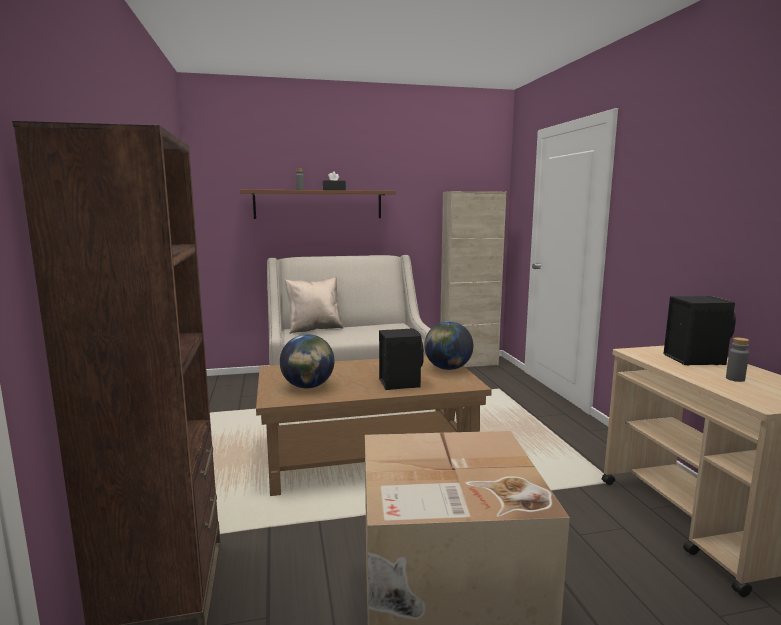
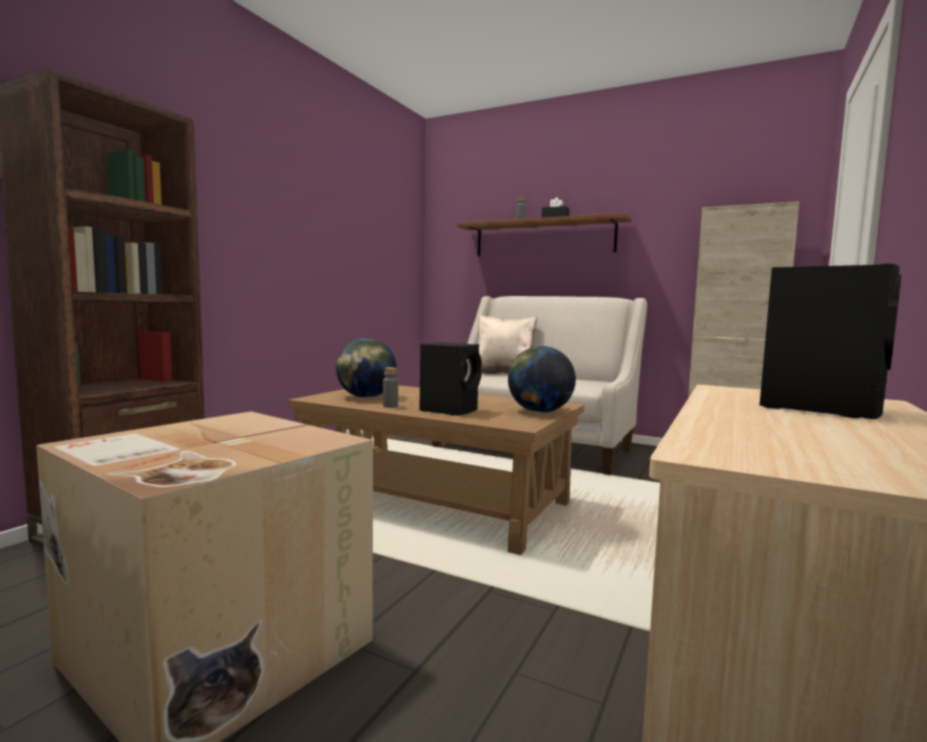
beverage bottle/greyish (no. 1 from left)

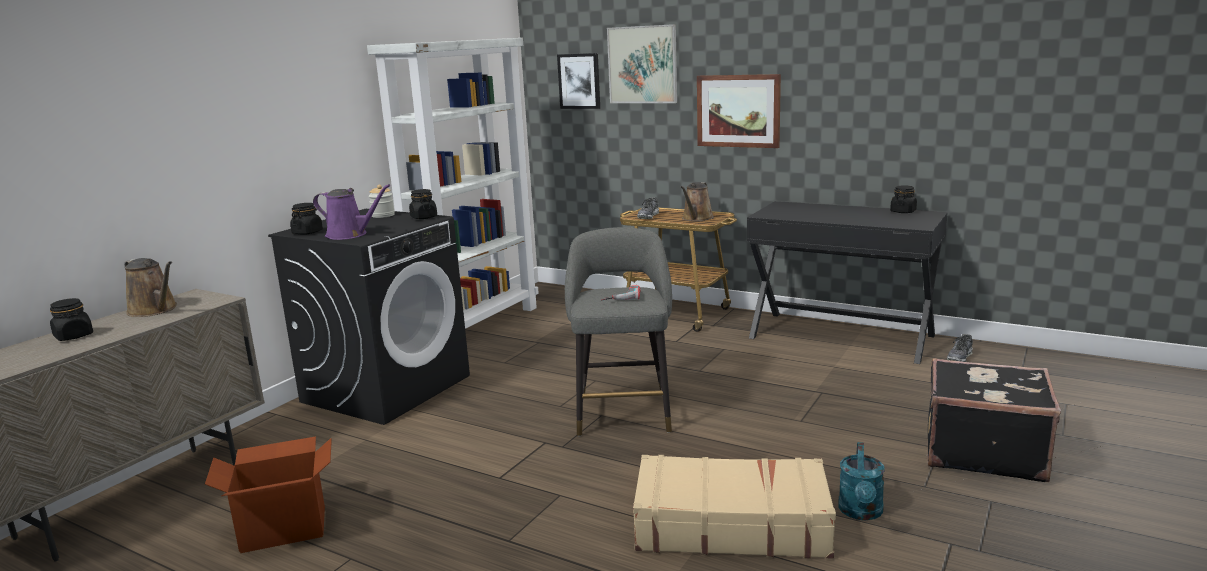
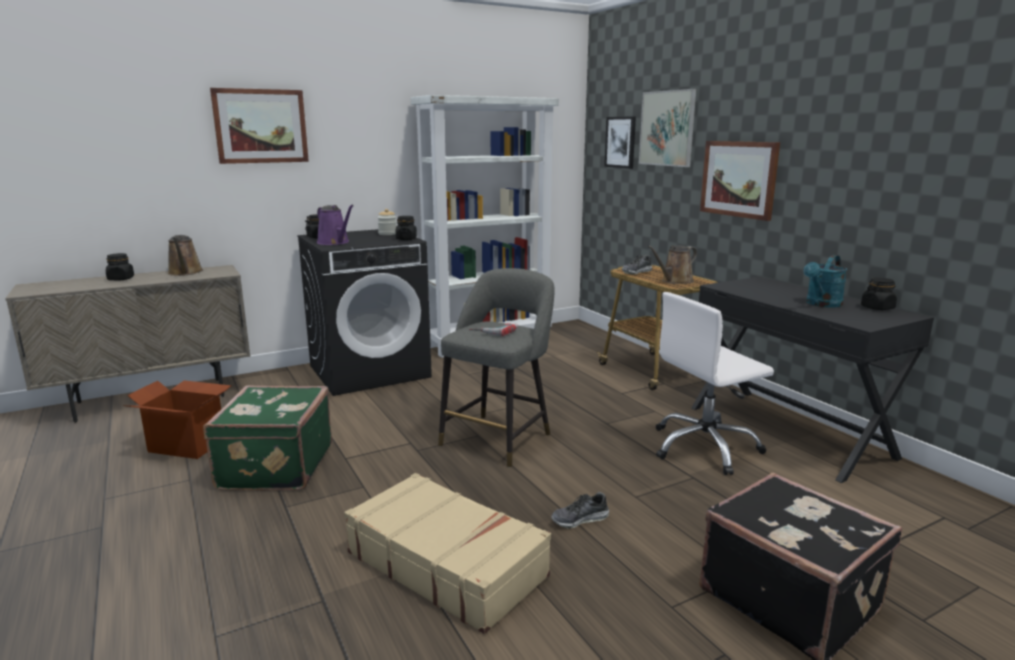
watering pot/turquoise-coloured; item of footwear (no. 1 from left); piece of luggage/greenish; wall picture (no. 1 from left); computer chair/white

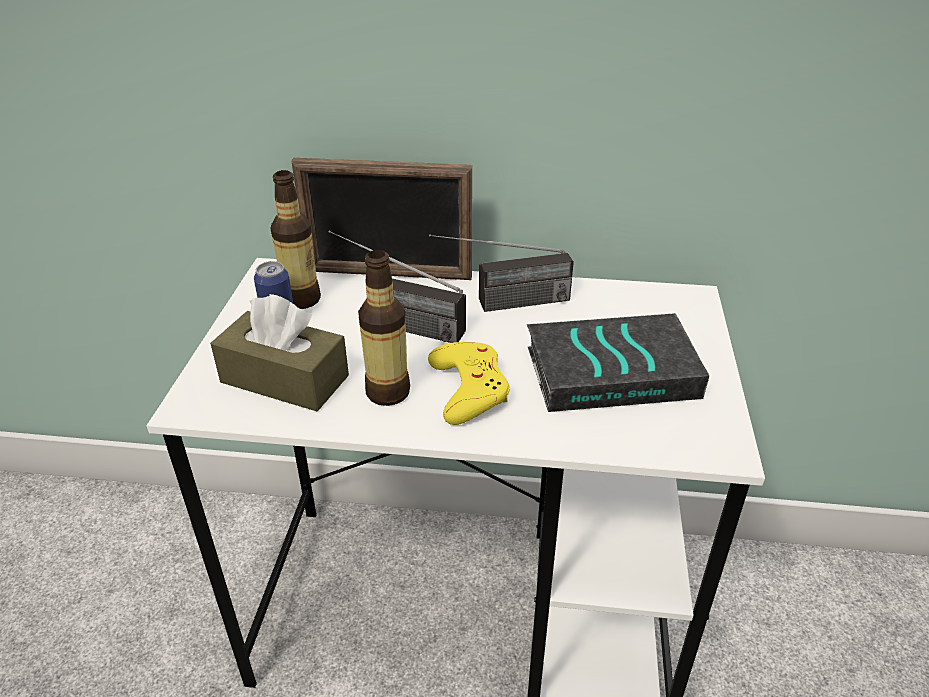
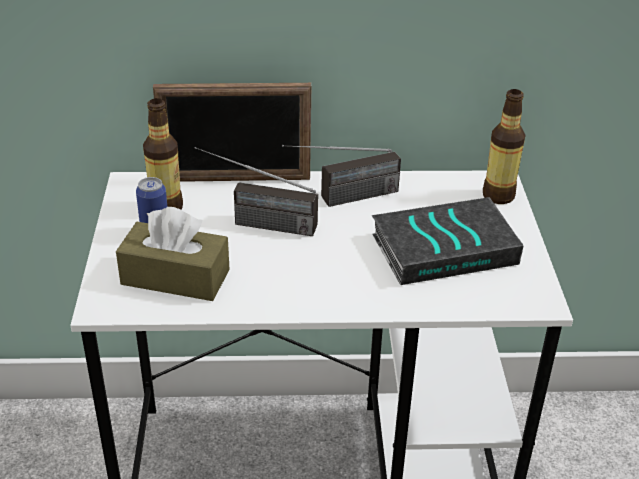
beverage bottle (no. 2 from left); game controller/yellow

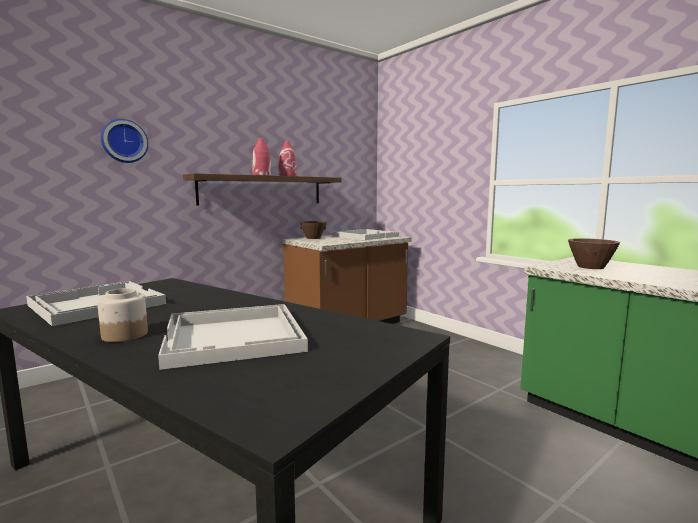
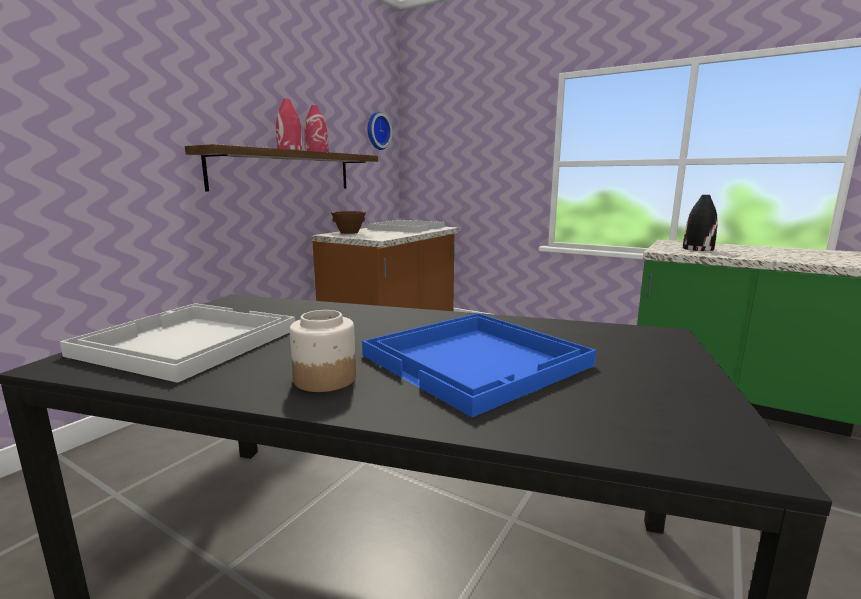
clock on the wall; serving tray/bluish; decorative vase/black

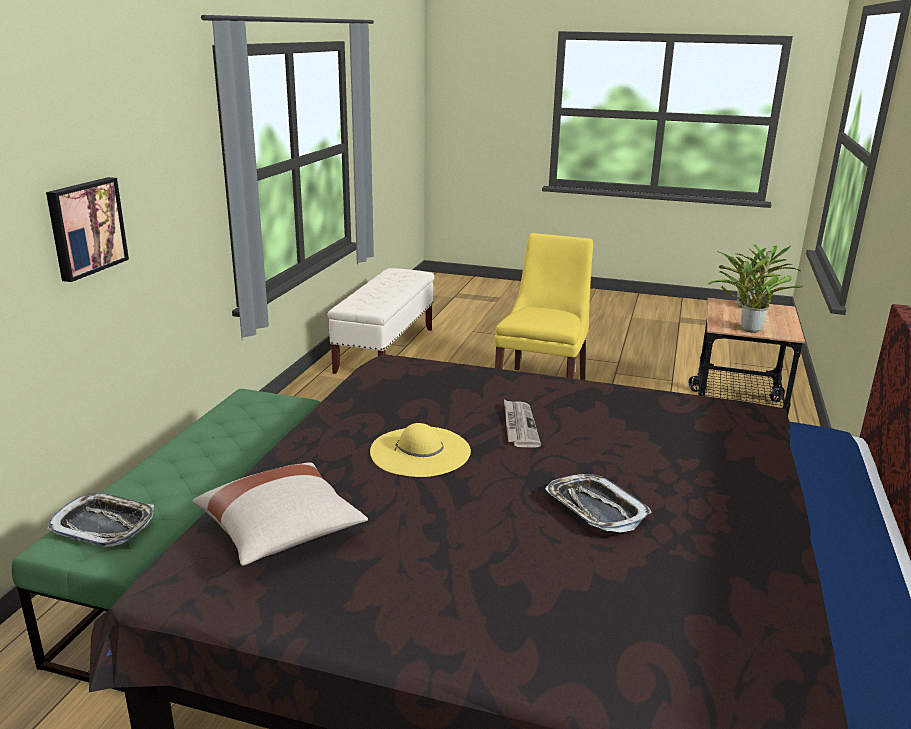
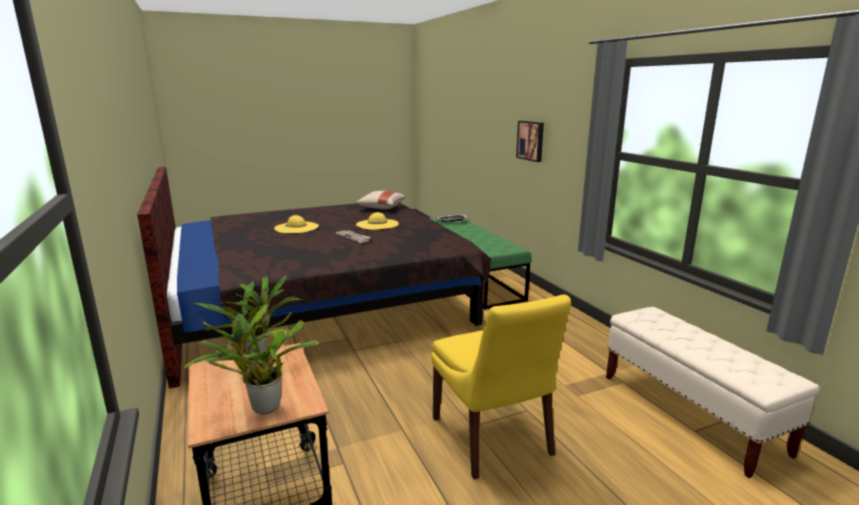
hat/yellow (no. 1 from left)

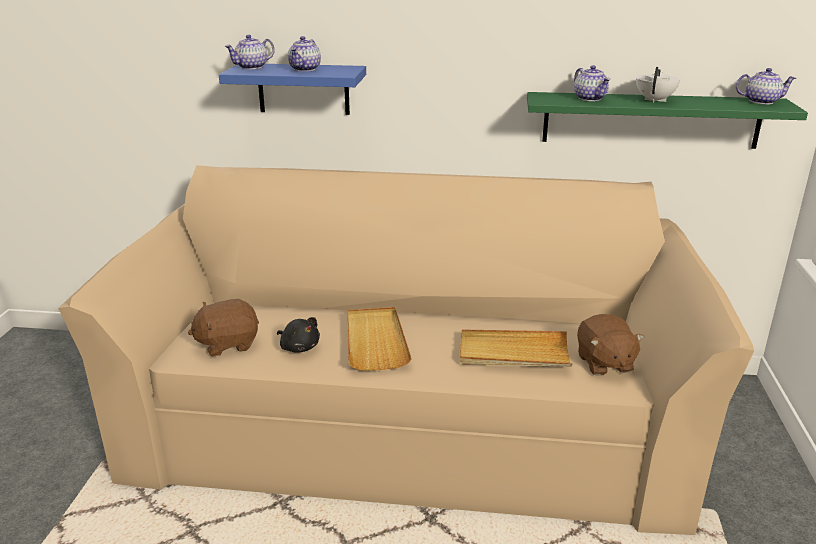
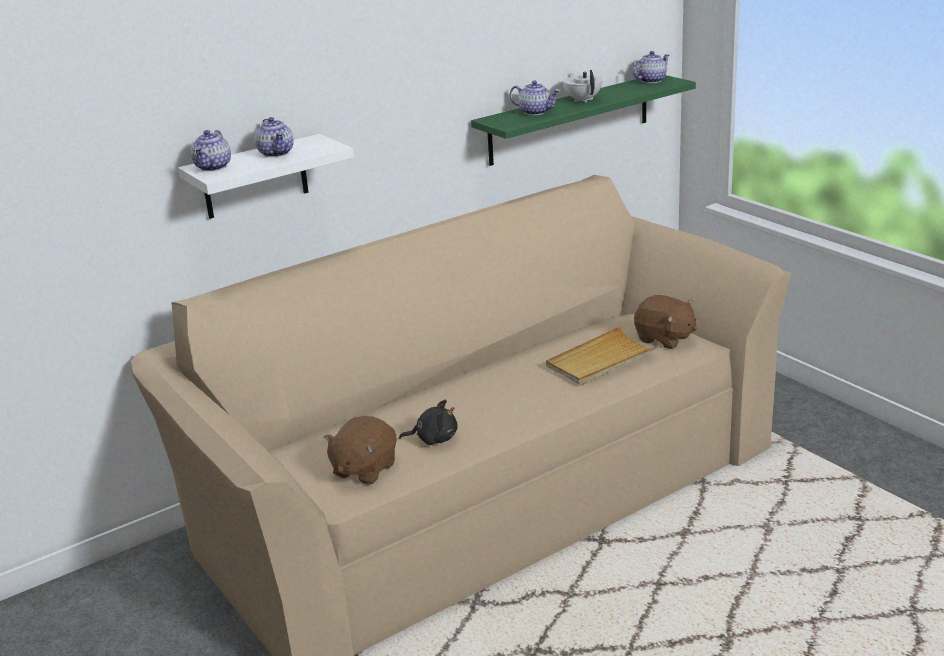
bracket shelf/white; serving tray/sand-coloured (no. 1 from left in the first image)

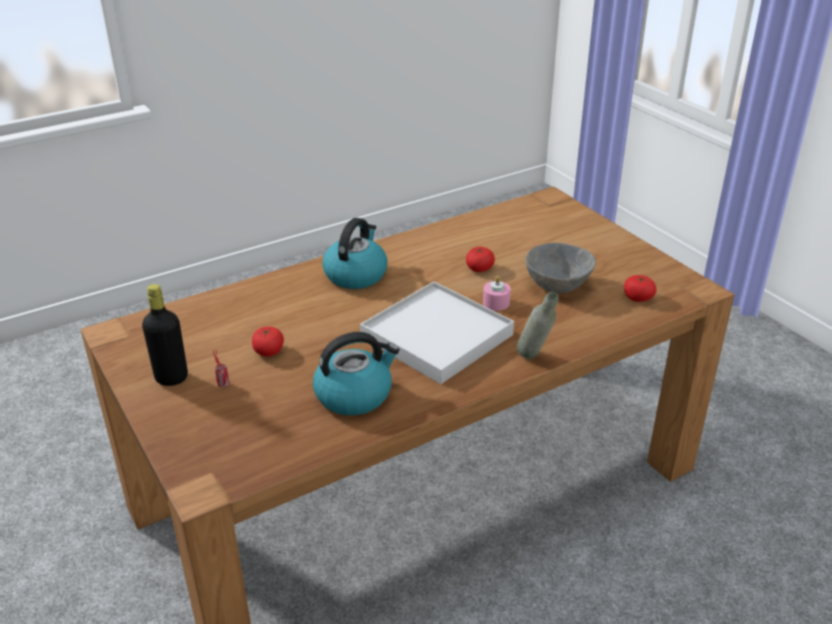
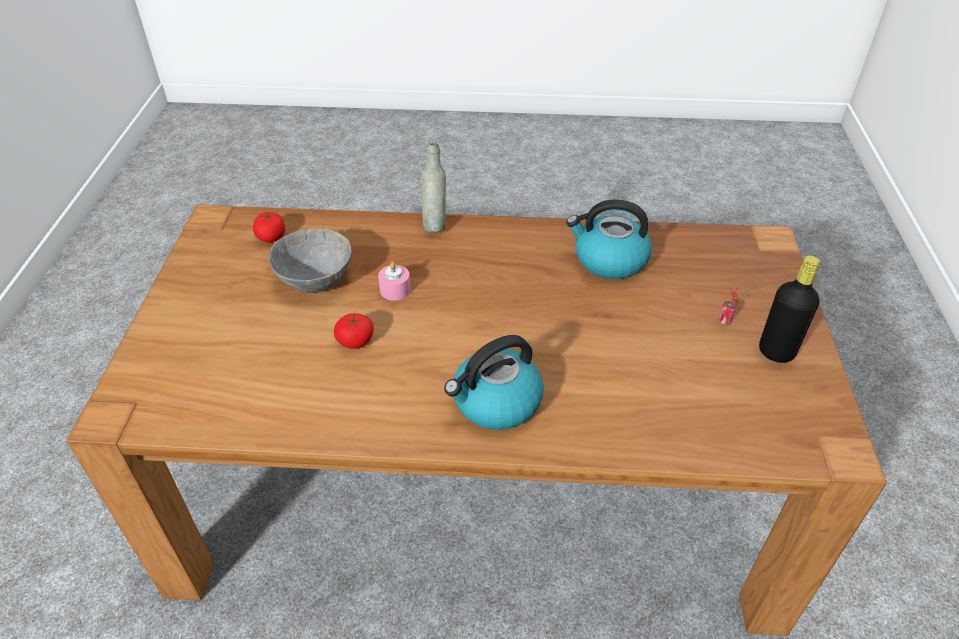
tomato (no. 1 from left in the first image); serving tray/white

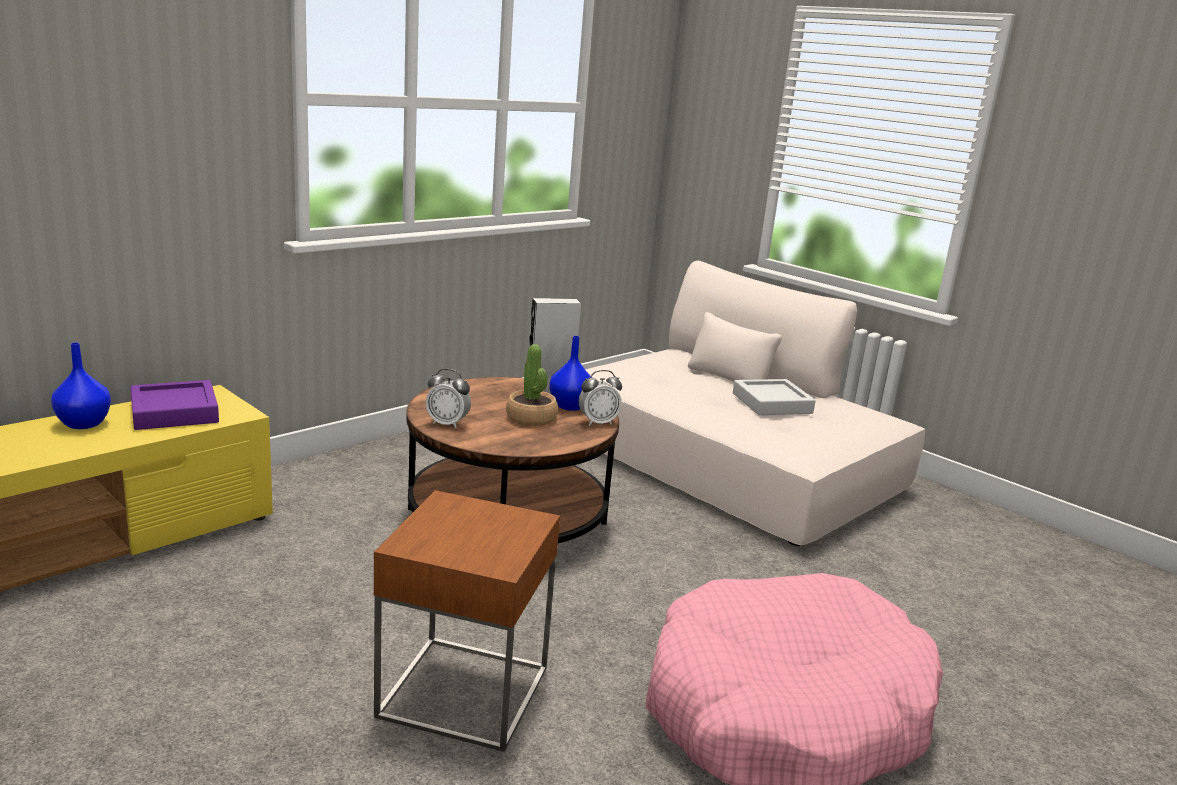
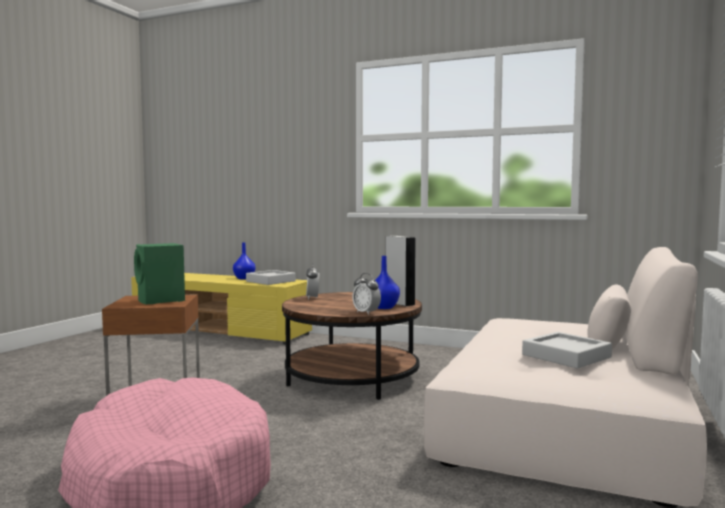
serving tray/greyish (no. 1 from left); houseplant; loudspeaker/greenish

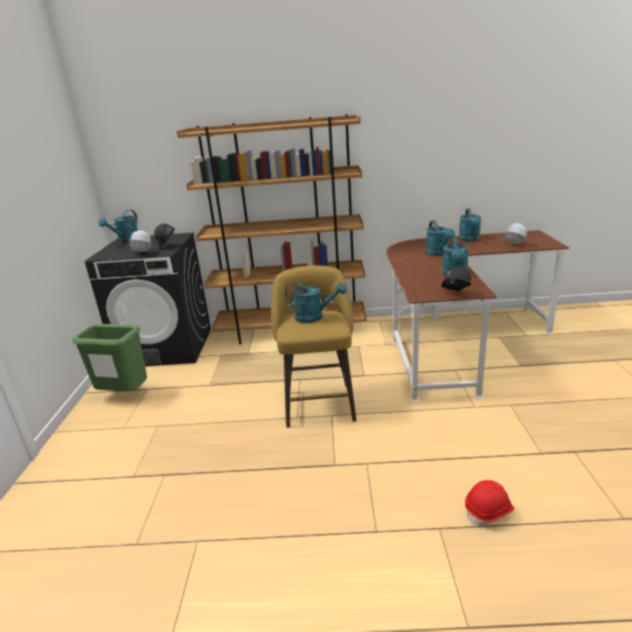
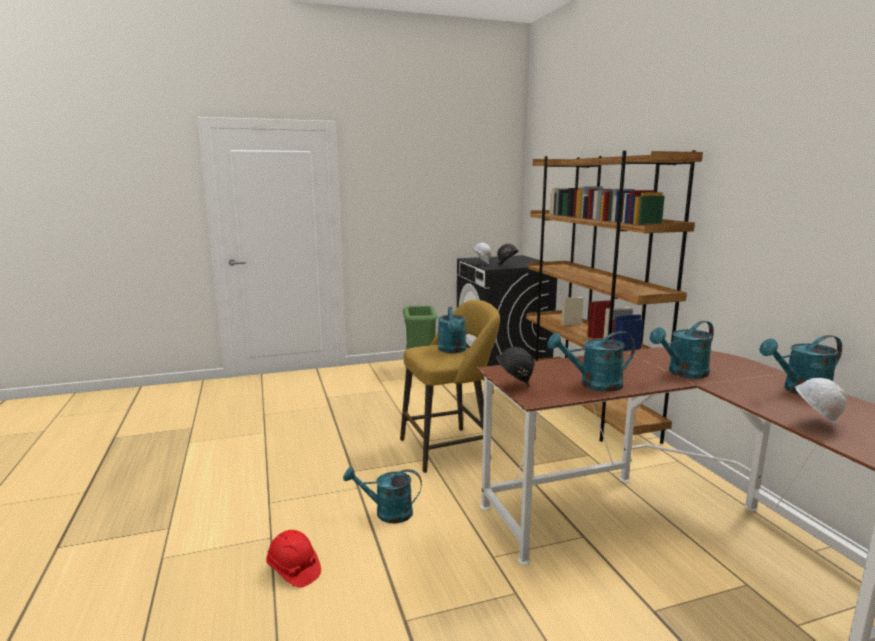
watering pot/turquoise-coloured (no. 1 from left)

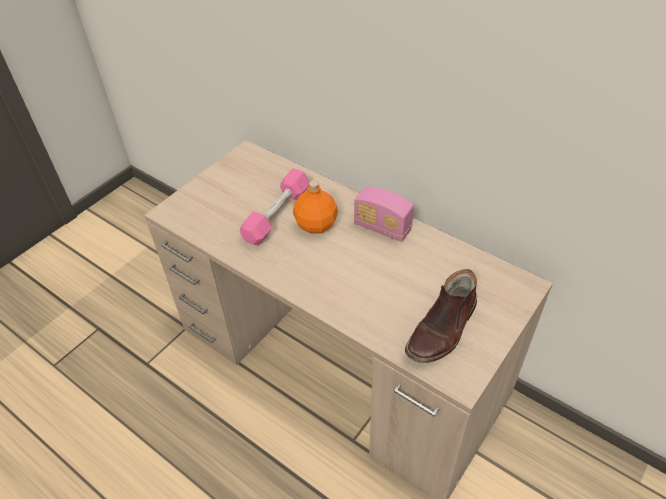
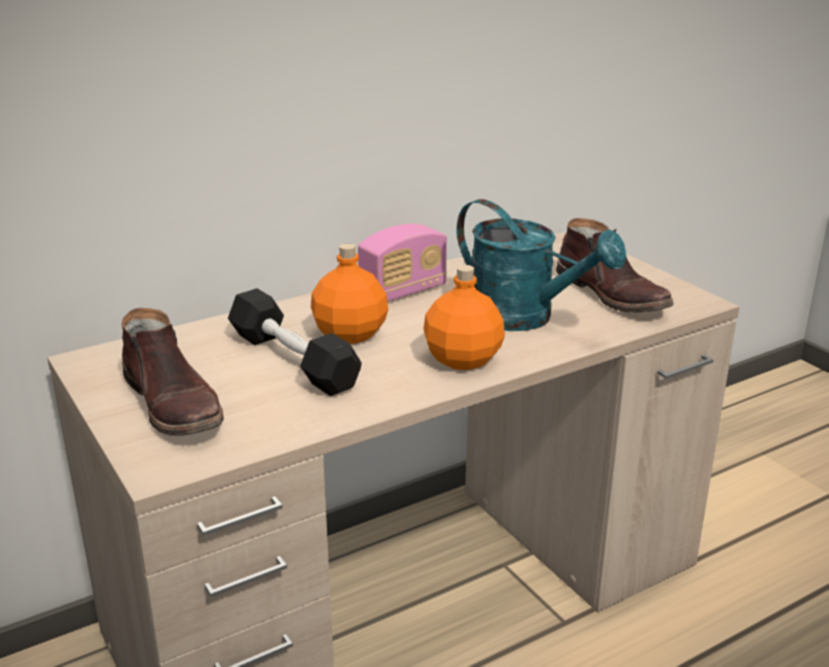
free weight/black; boot/brownish (no. 1 from left); beverage bottle/orangey (no. 2 from left); watering pot/turquoise-coloured

